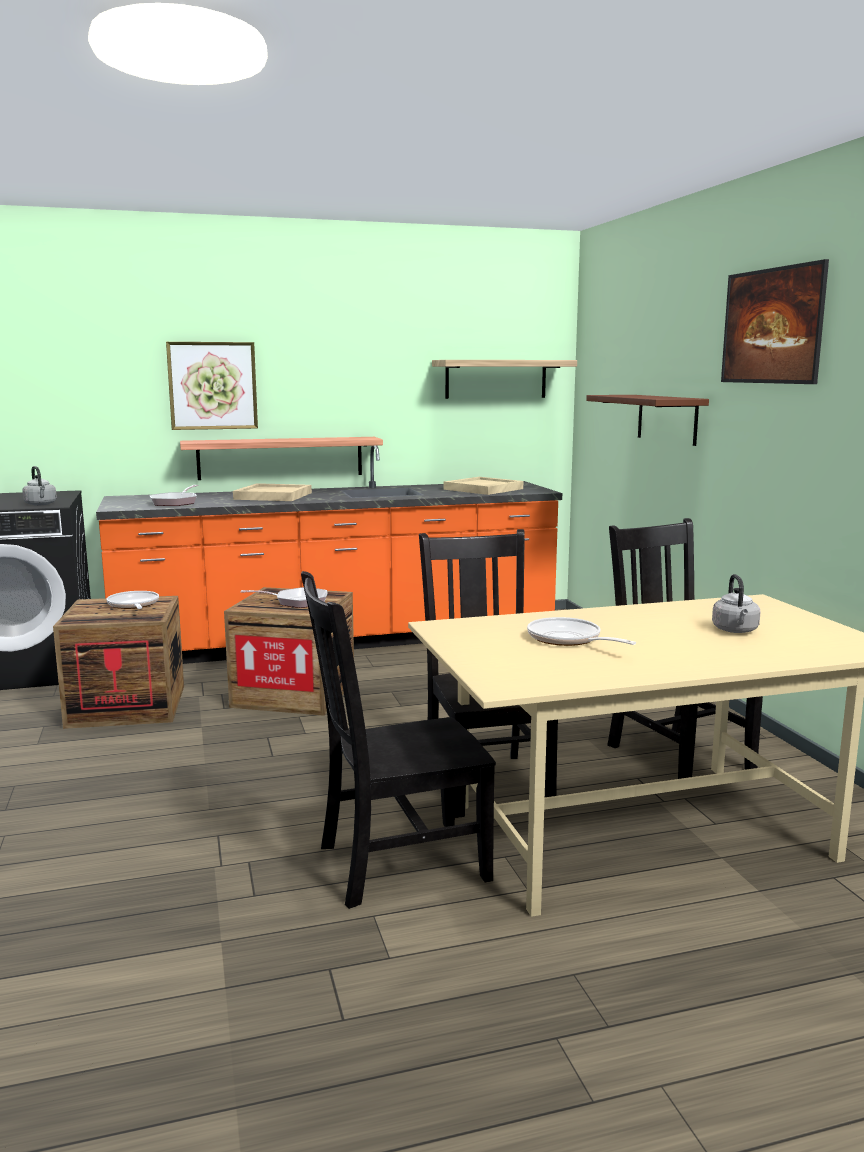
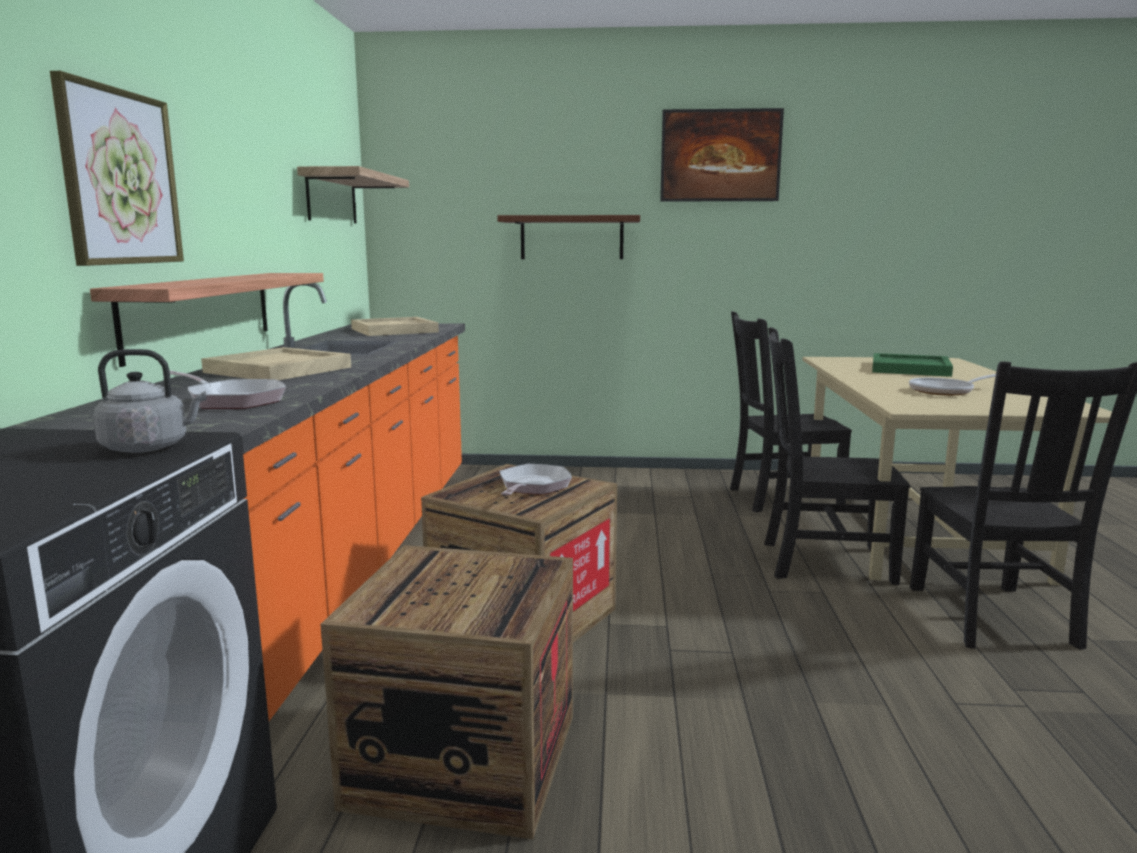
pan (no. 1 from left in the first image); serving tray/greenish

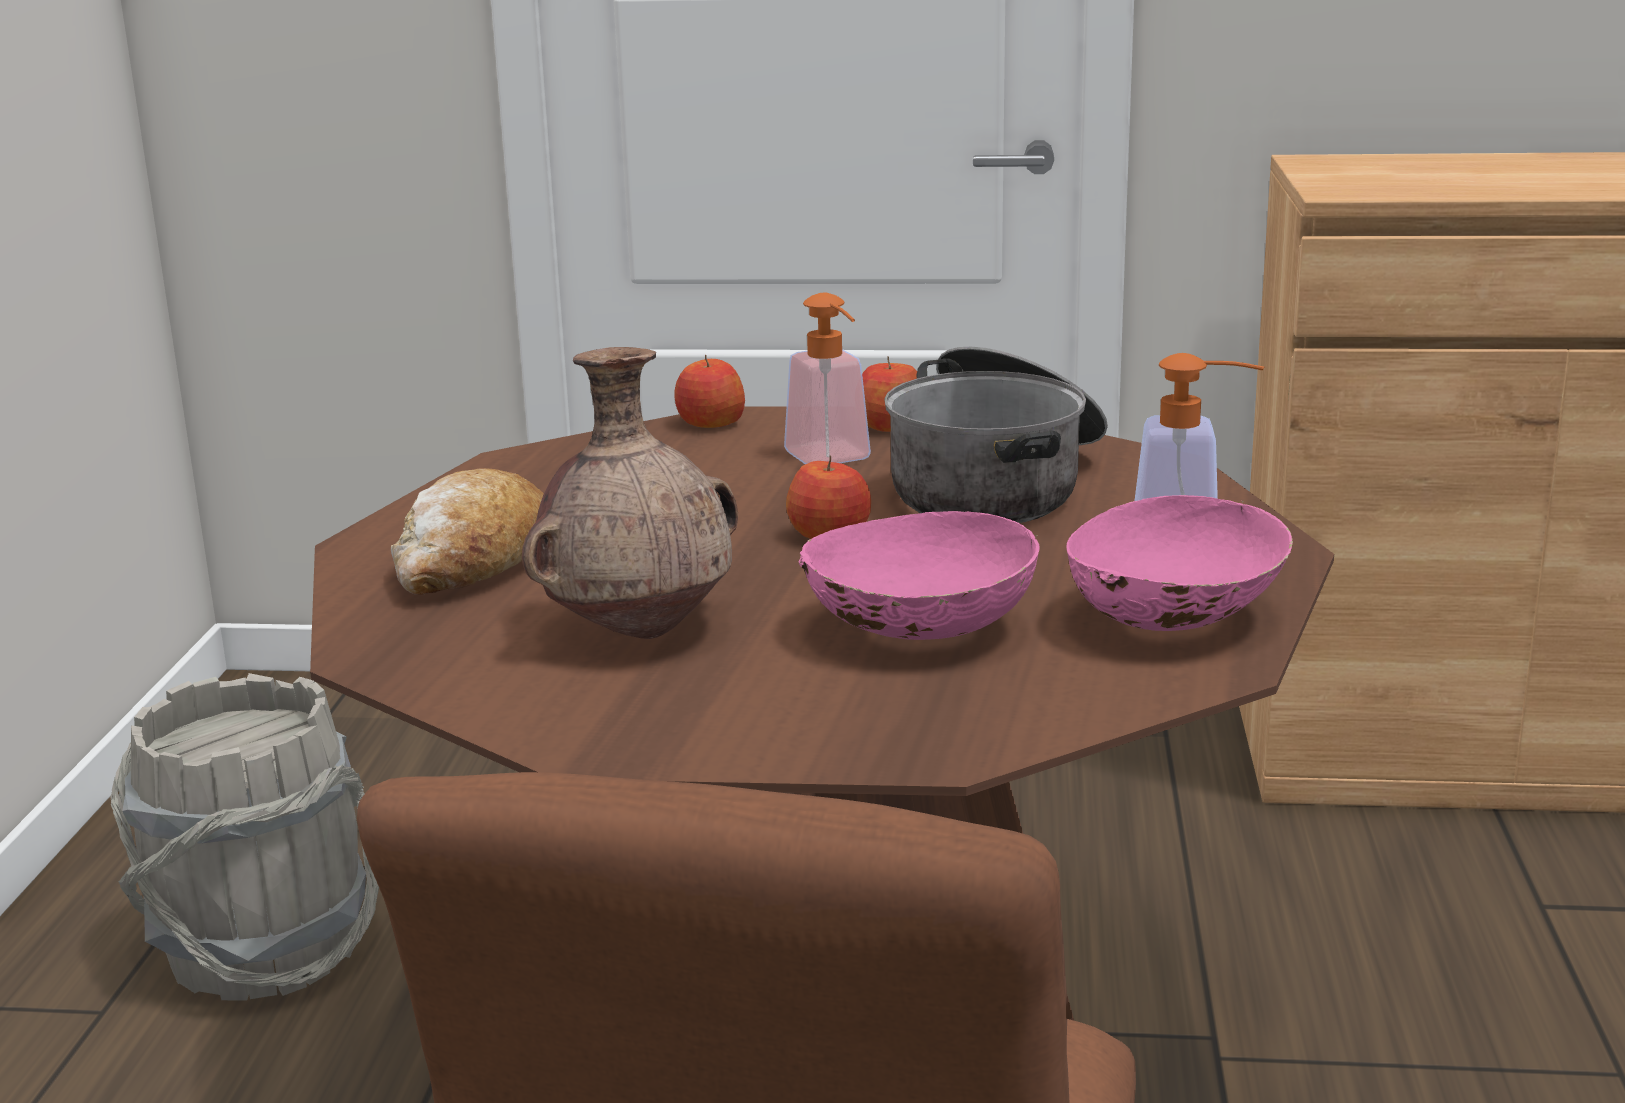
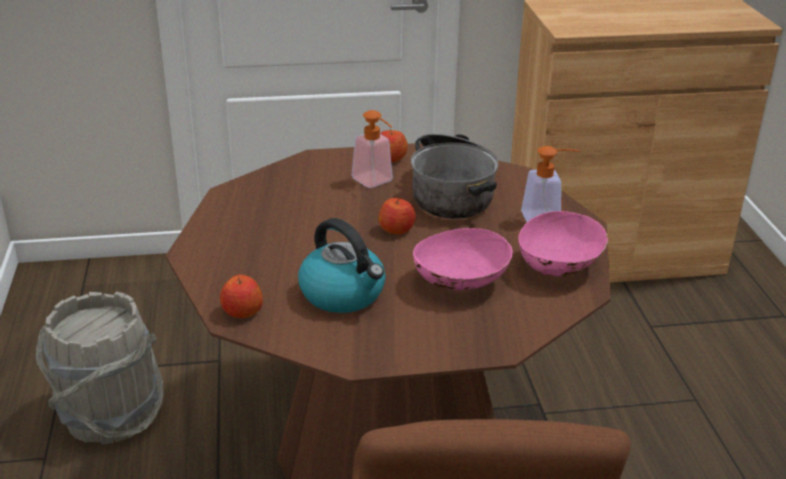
bakery bread; tea kettle; apple (no. 1 from left)

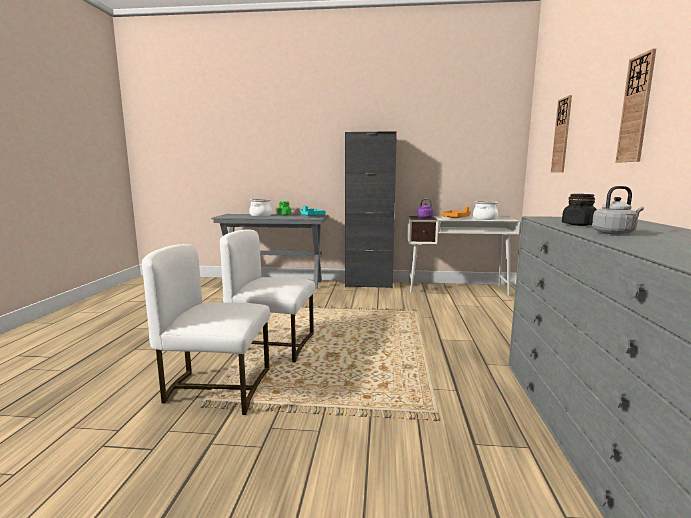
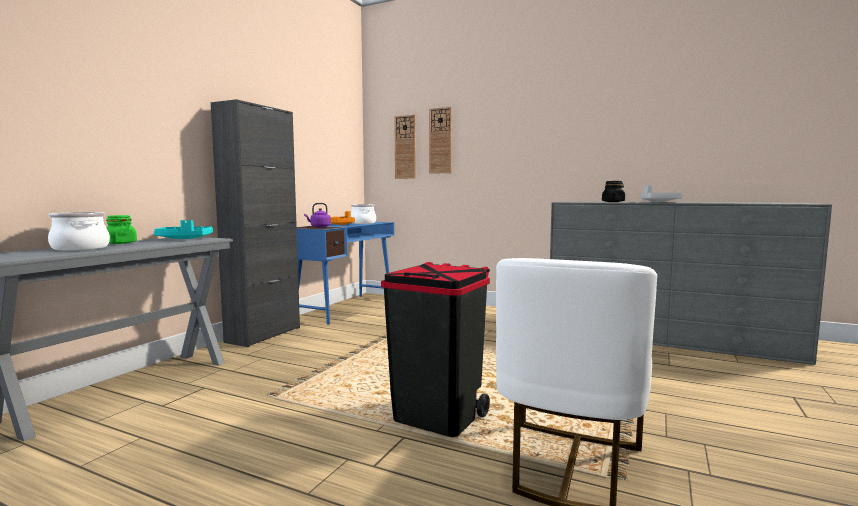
trash can/black; desk/bluish; serving tray/greyish; clock on the wall (no. 1 from left)

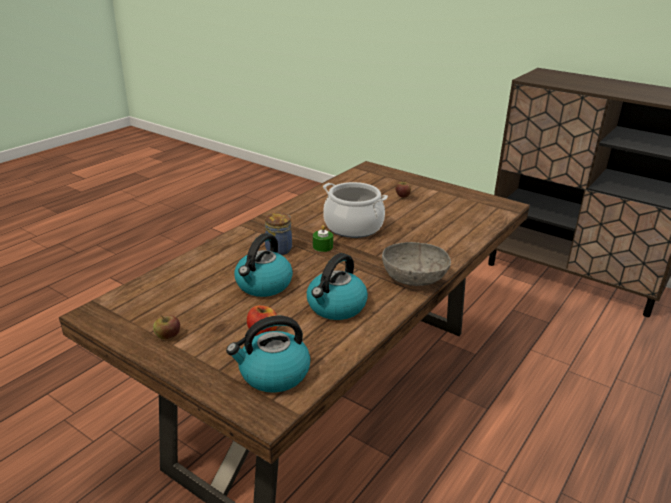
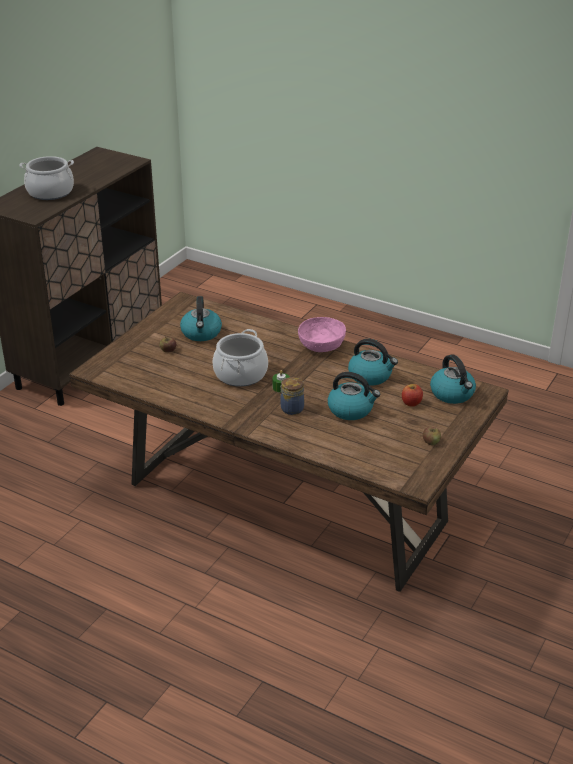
serving bowl/pink-coloured; stockpot (no. 1 from left); tea kettle (no. 1 from left)

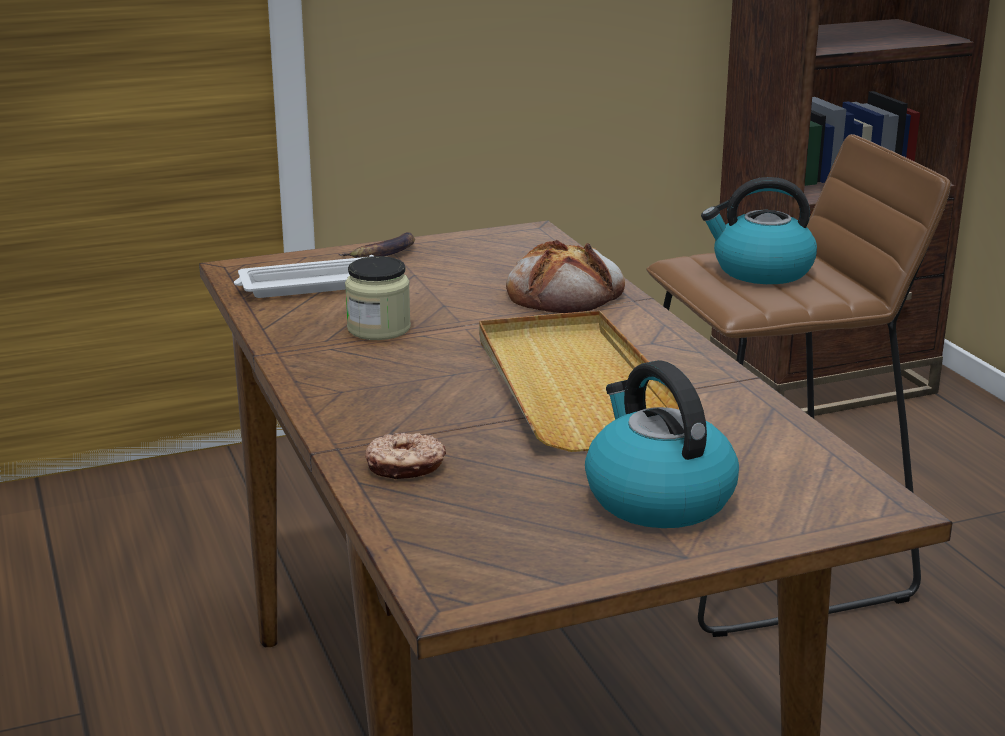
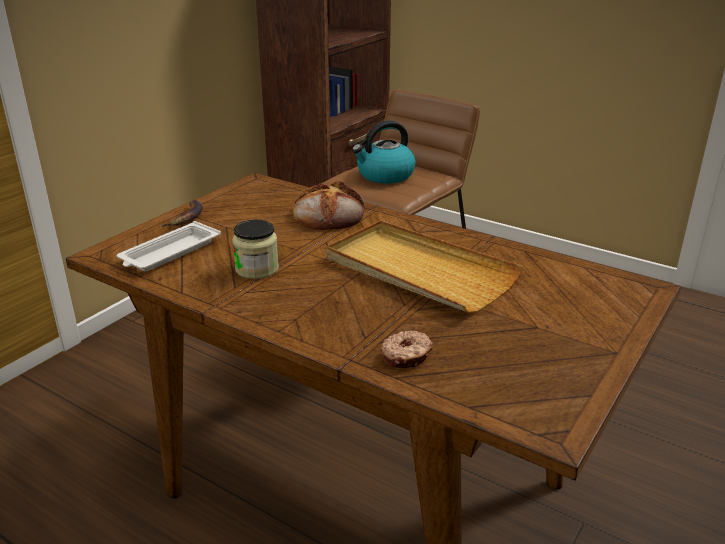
tea kettle (no. 1 from left in the first image)

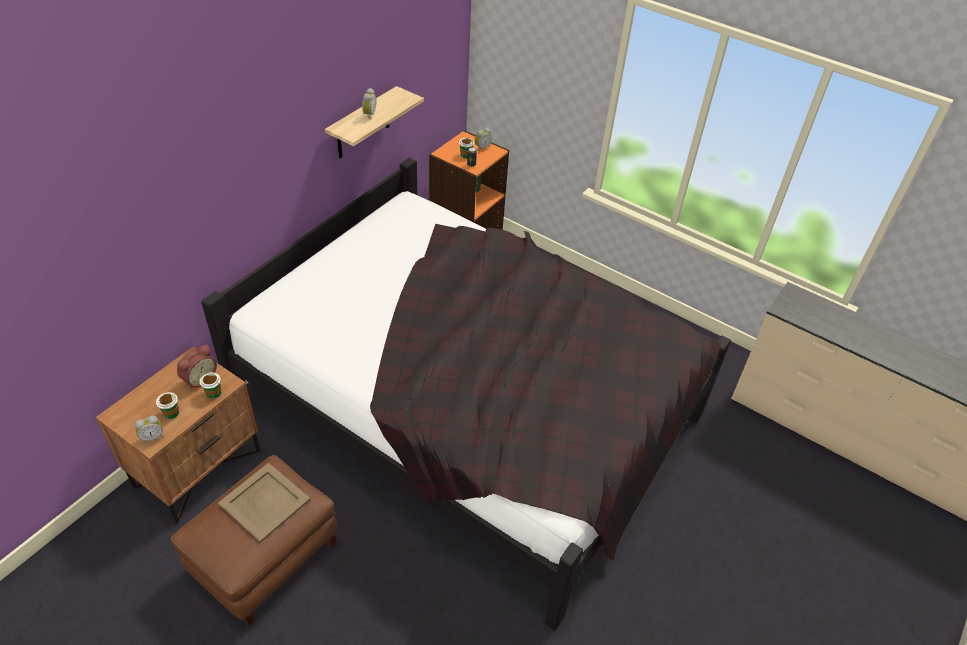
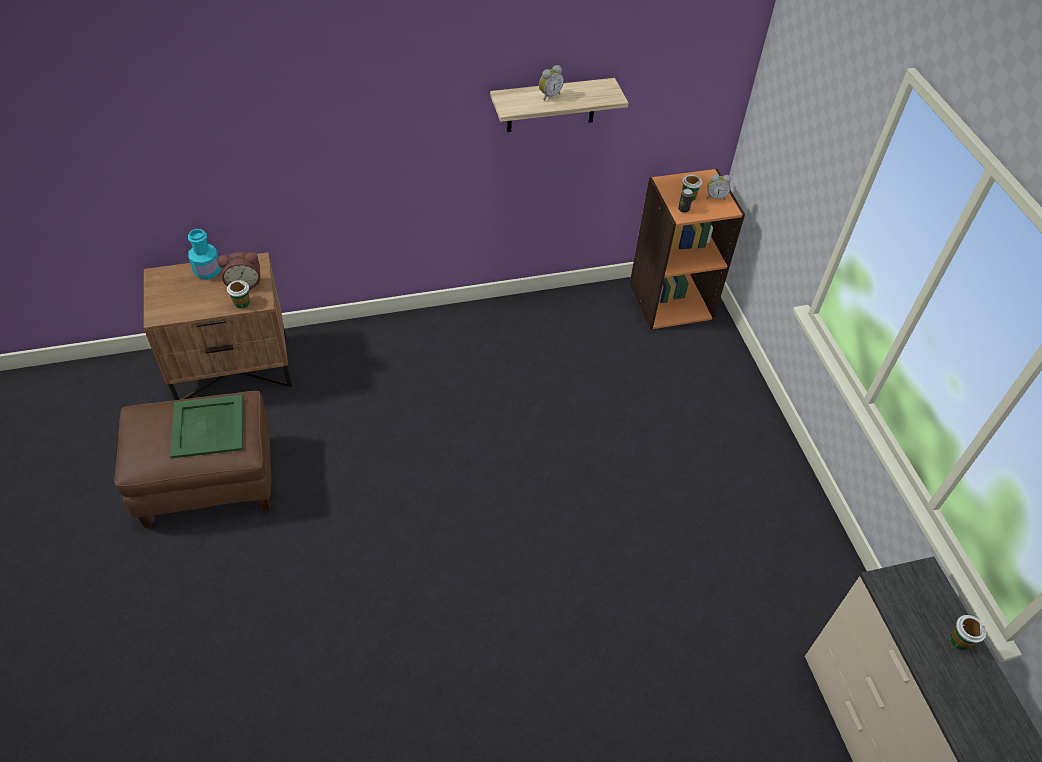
bedside clock (no. 1 from left in the first image); drinking cup (no. 3 from left); bed/black; serving tray/greenish; beverage bottle/turquoise-coloured

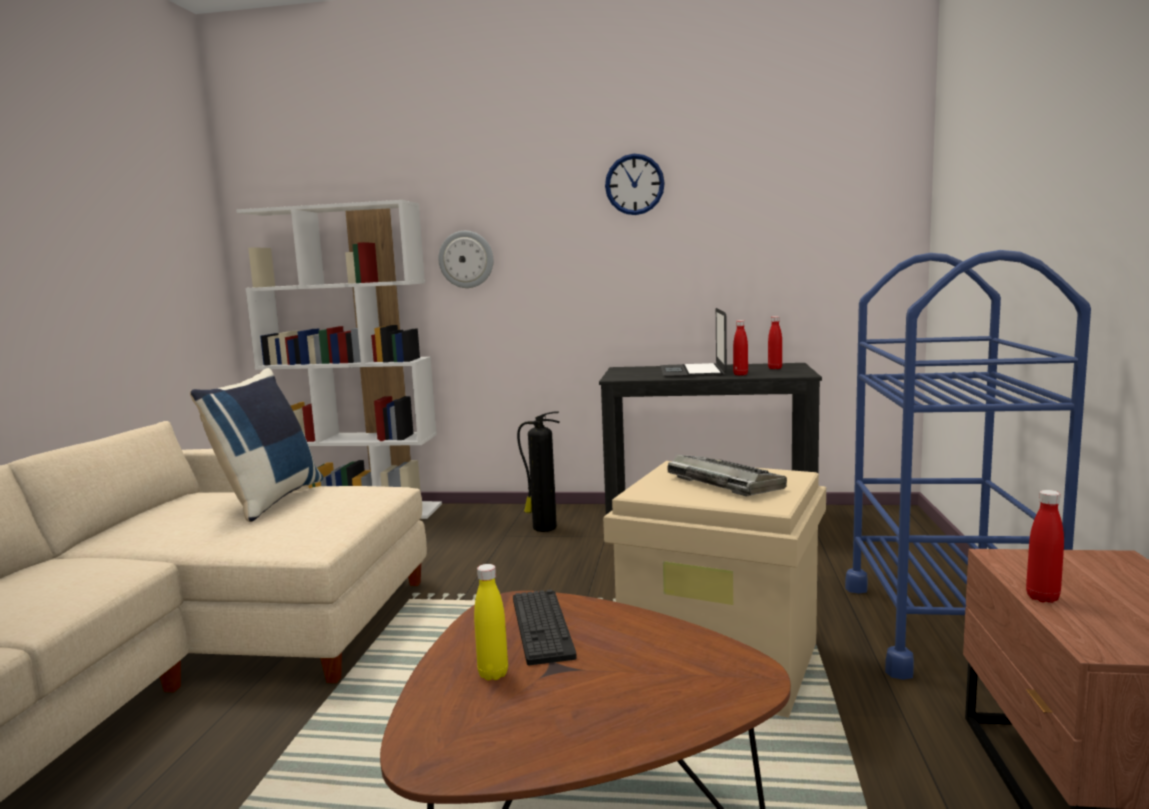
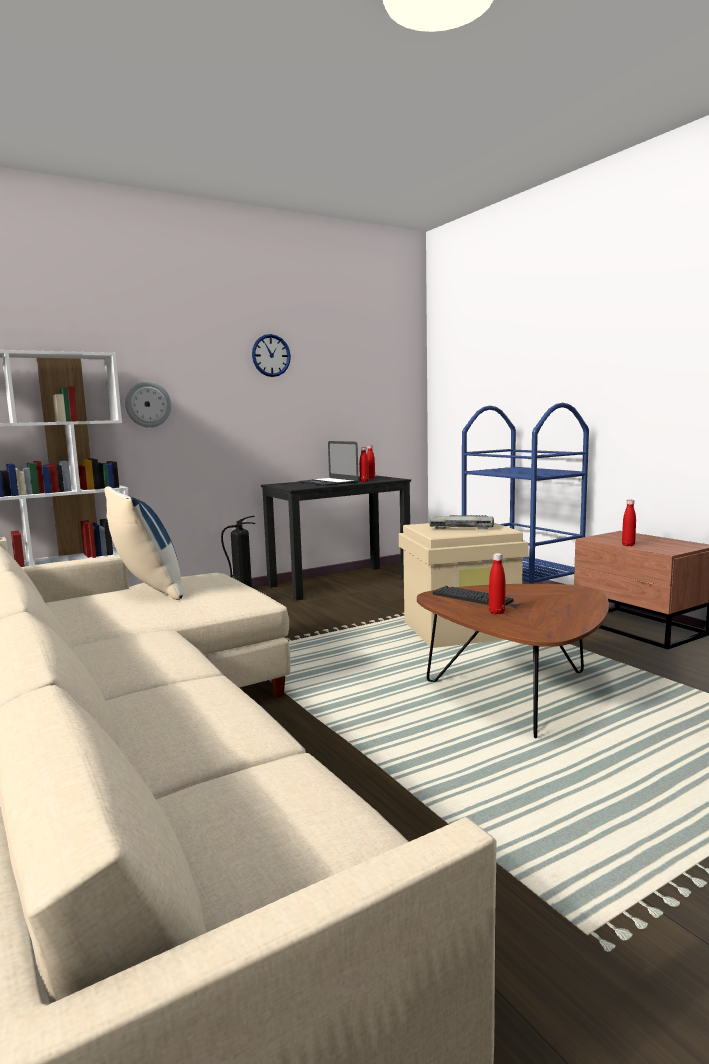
beverage bottle/reddish (no. 3 from left)

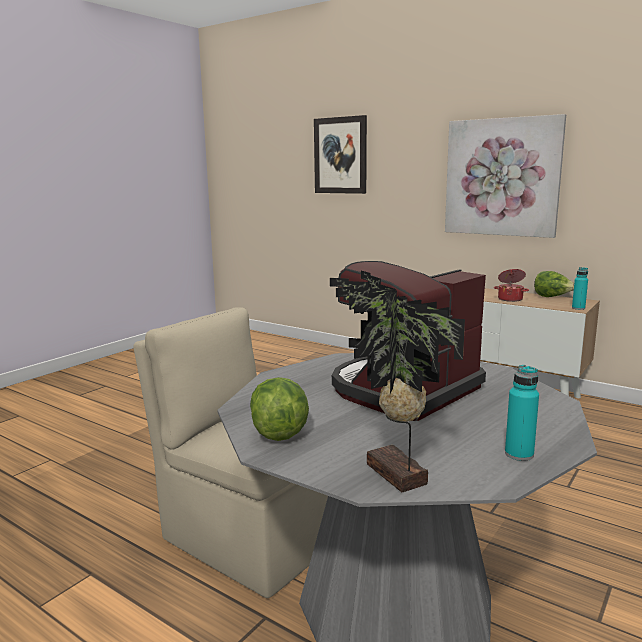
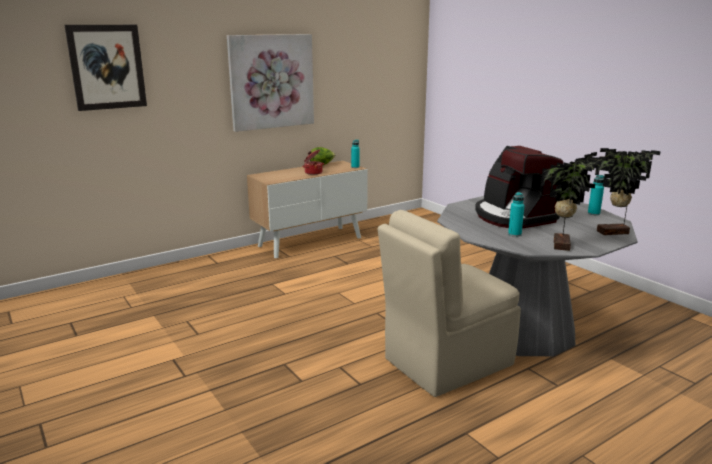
houseplant (no. 1 from left); beverage bottle/turquoise-coloured (no. 2 from left)

